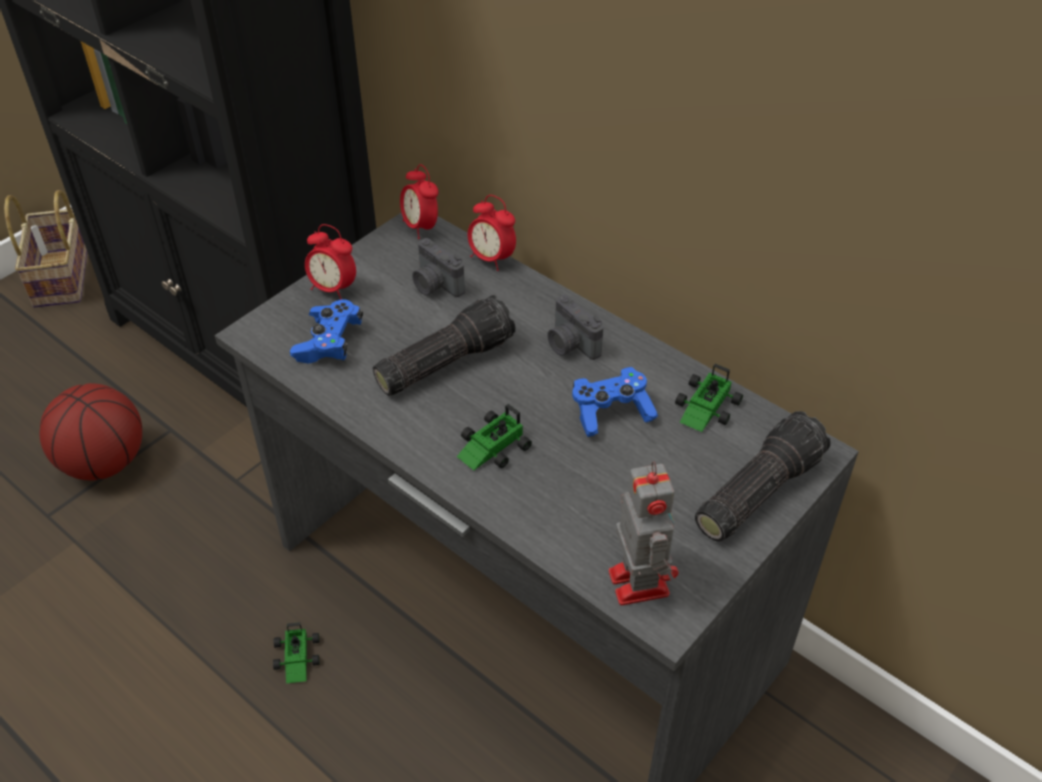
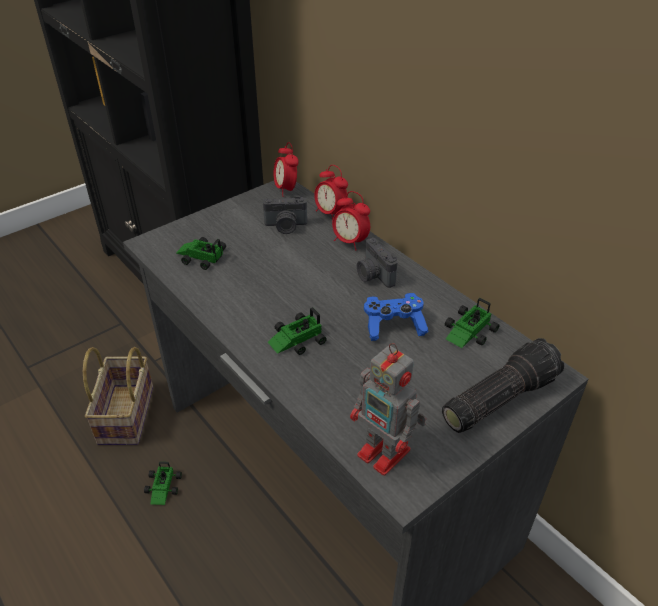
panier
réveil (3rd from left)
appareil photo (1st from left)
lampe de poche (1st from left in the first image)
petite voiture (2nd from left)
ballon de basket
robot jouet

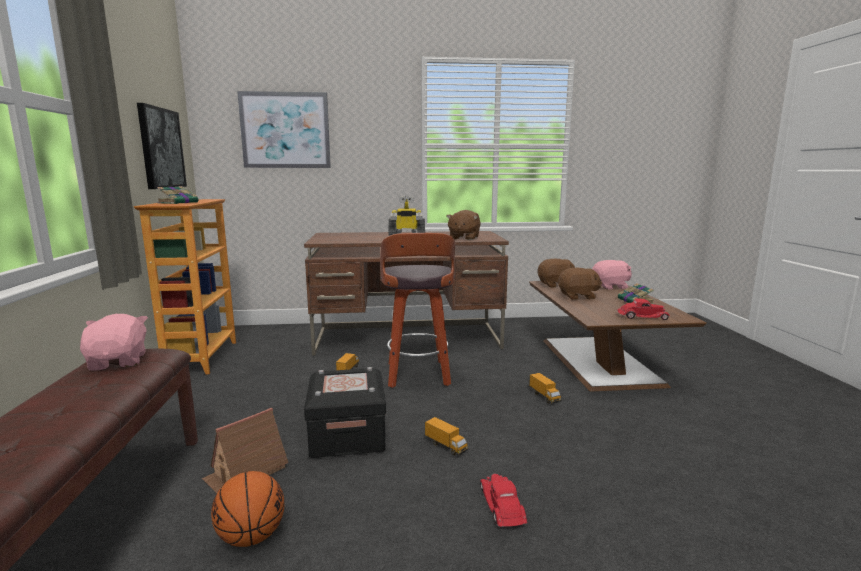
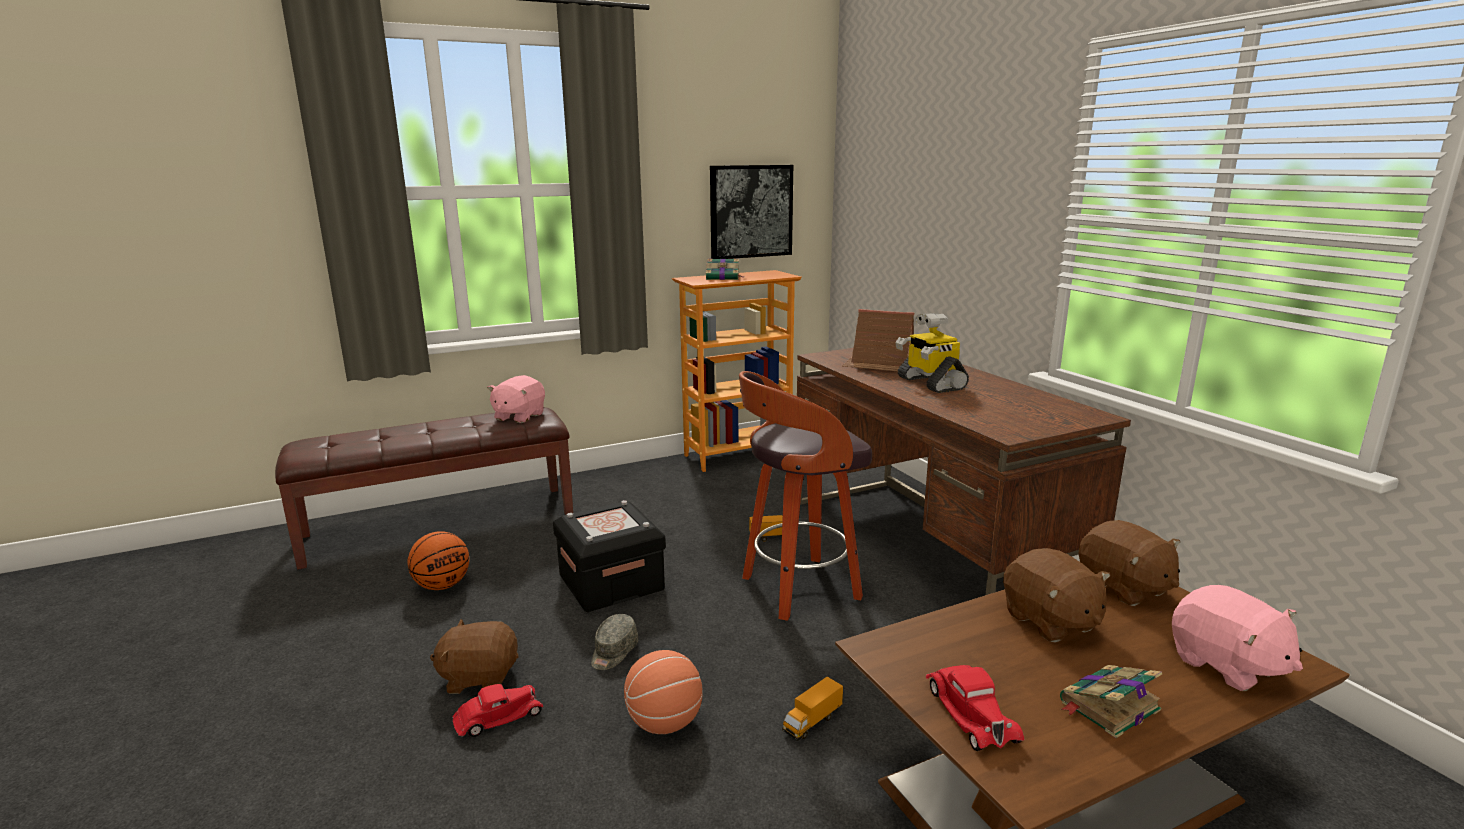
tableau (2nd from left in the first image)
peluche/marron (1st from left)
peluche/rose (1st from left)
maison miniature
casquette/gris
ballon de basket (2nd from left)

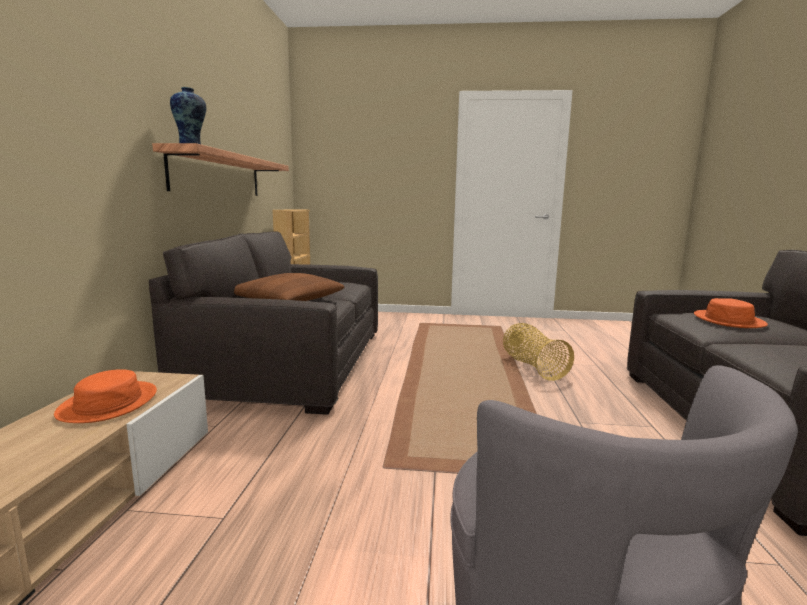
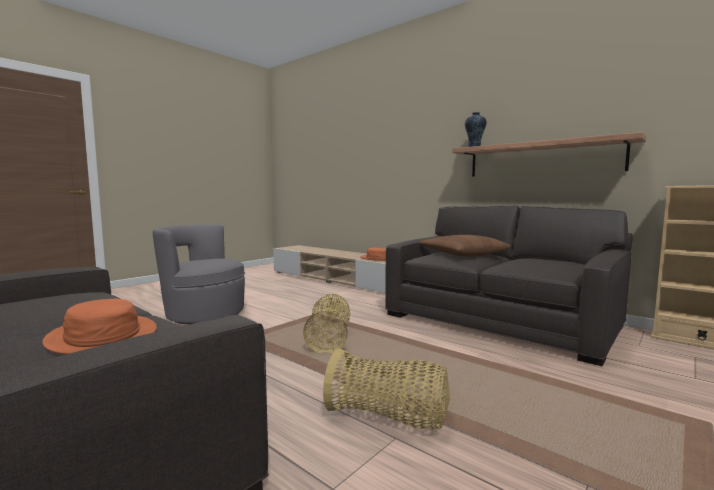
panier (1st from left)

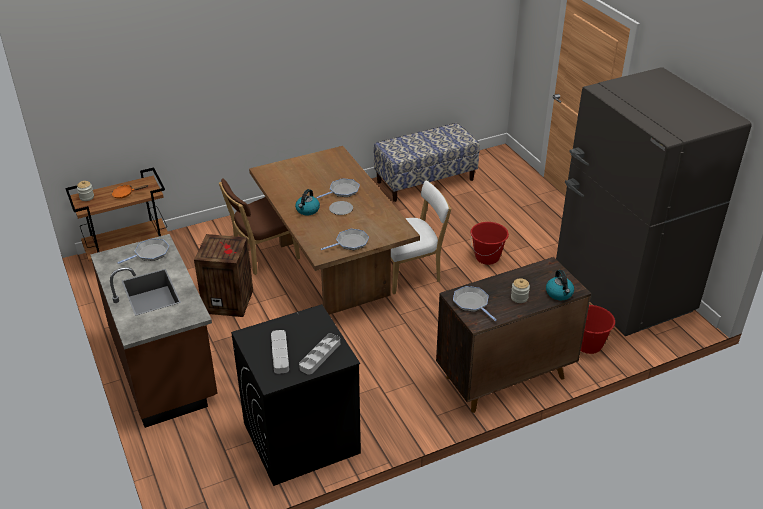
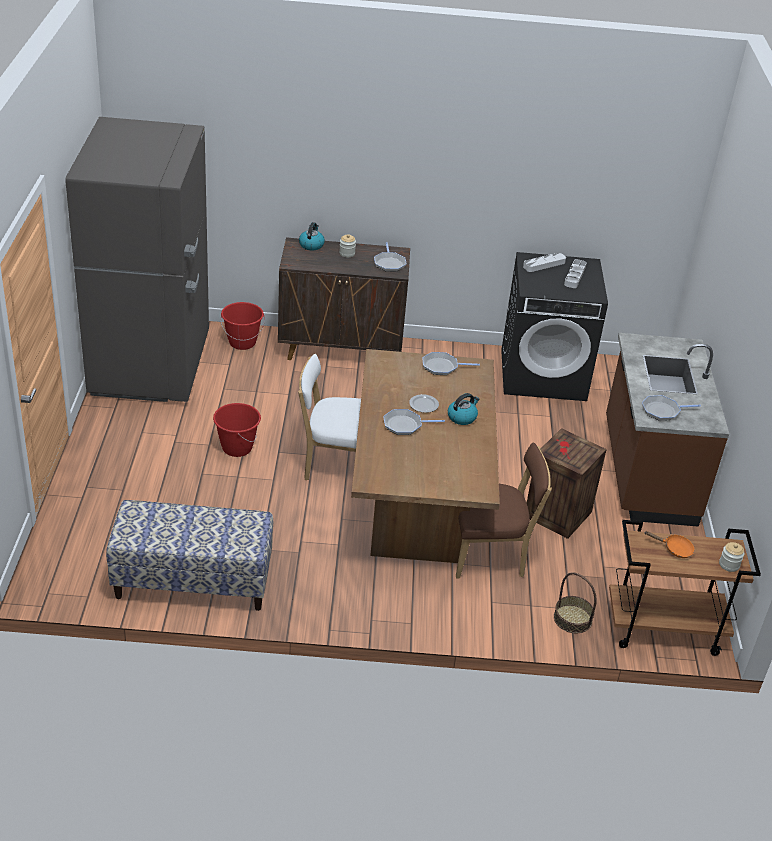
panier

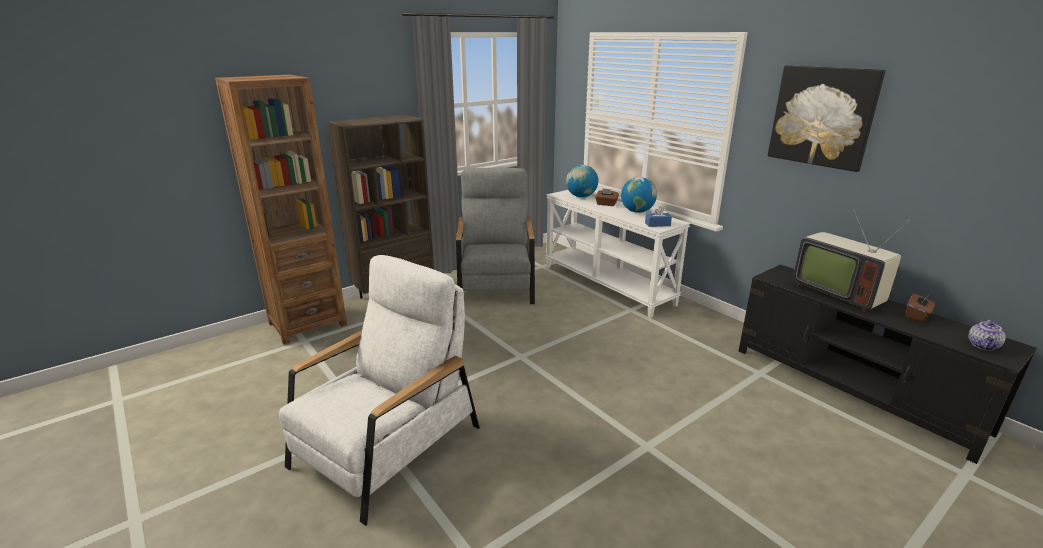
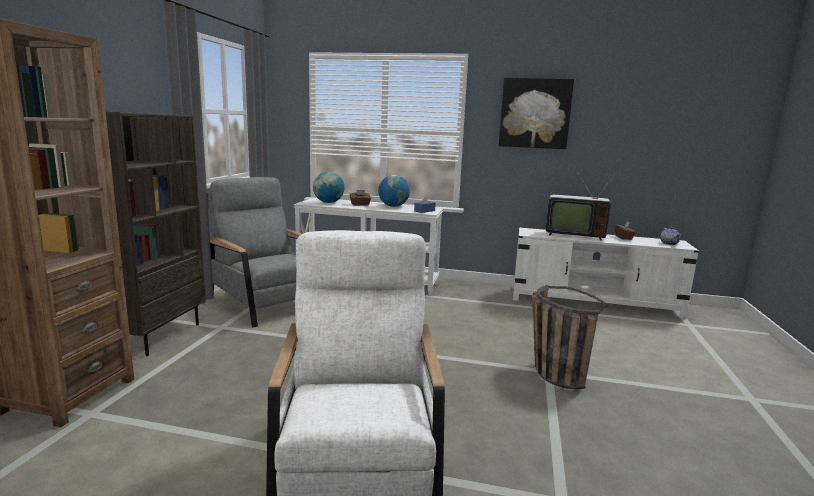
meuble télé/blanc
panier

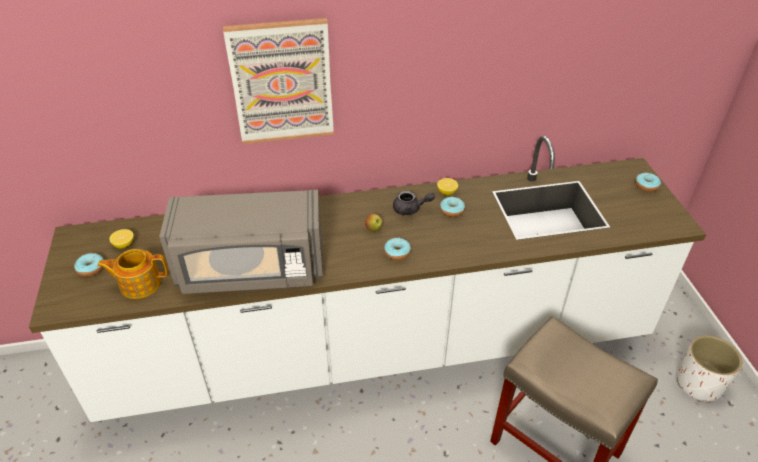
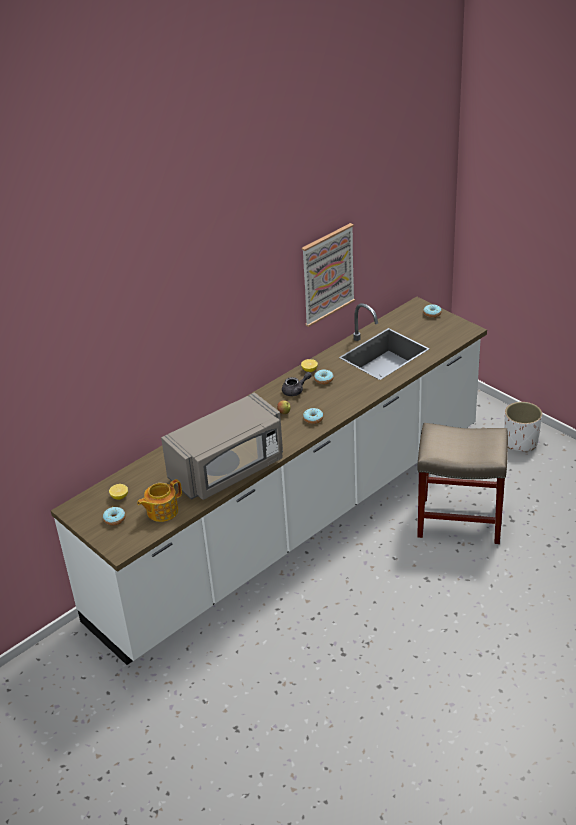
tableau

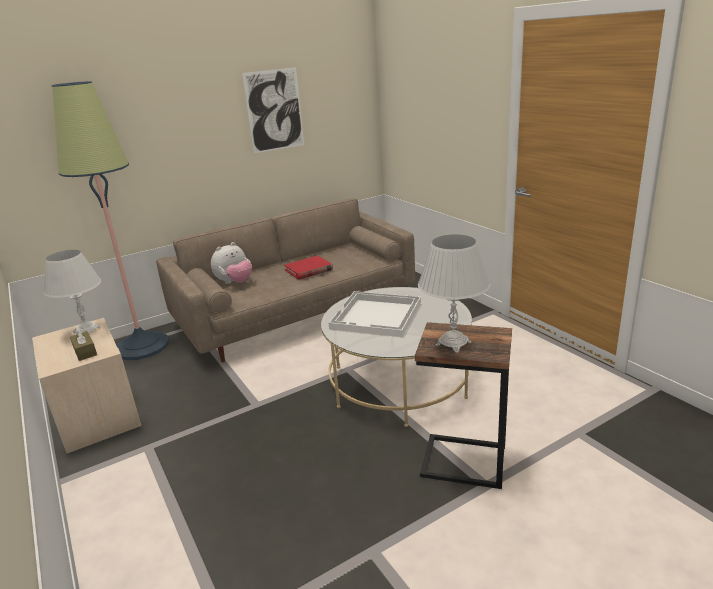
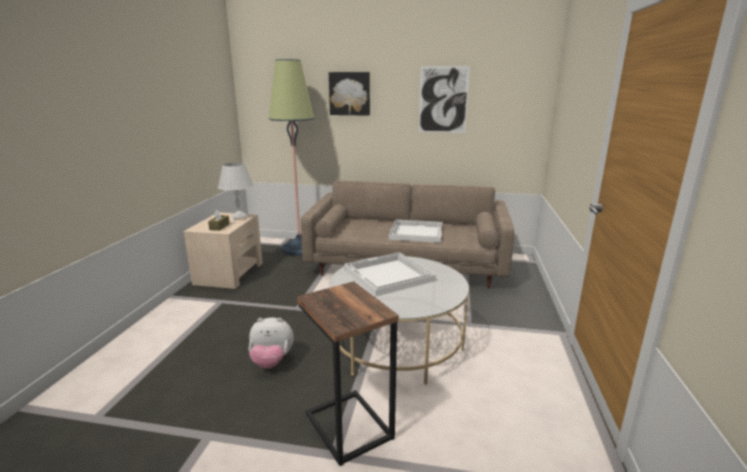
lampe de table/blanc (2nd from left in the first image)
peluche
plateau/blanc (2nd from left)
tableau (1st from left)

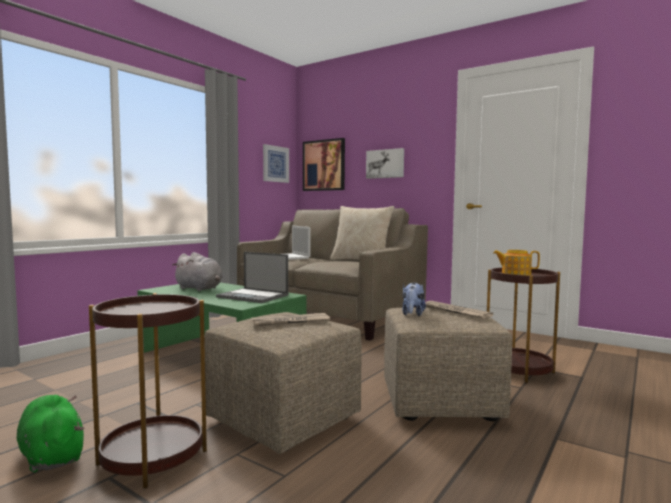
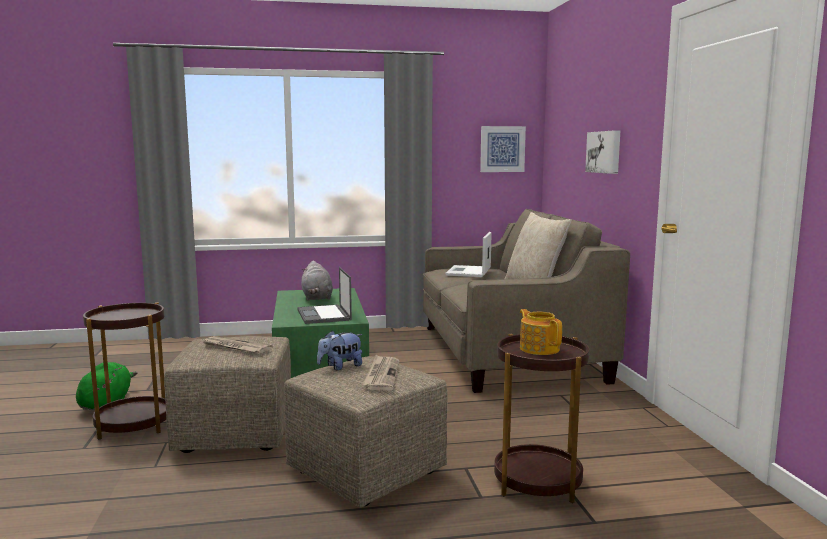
tableau (2nd from left in the first image)

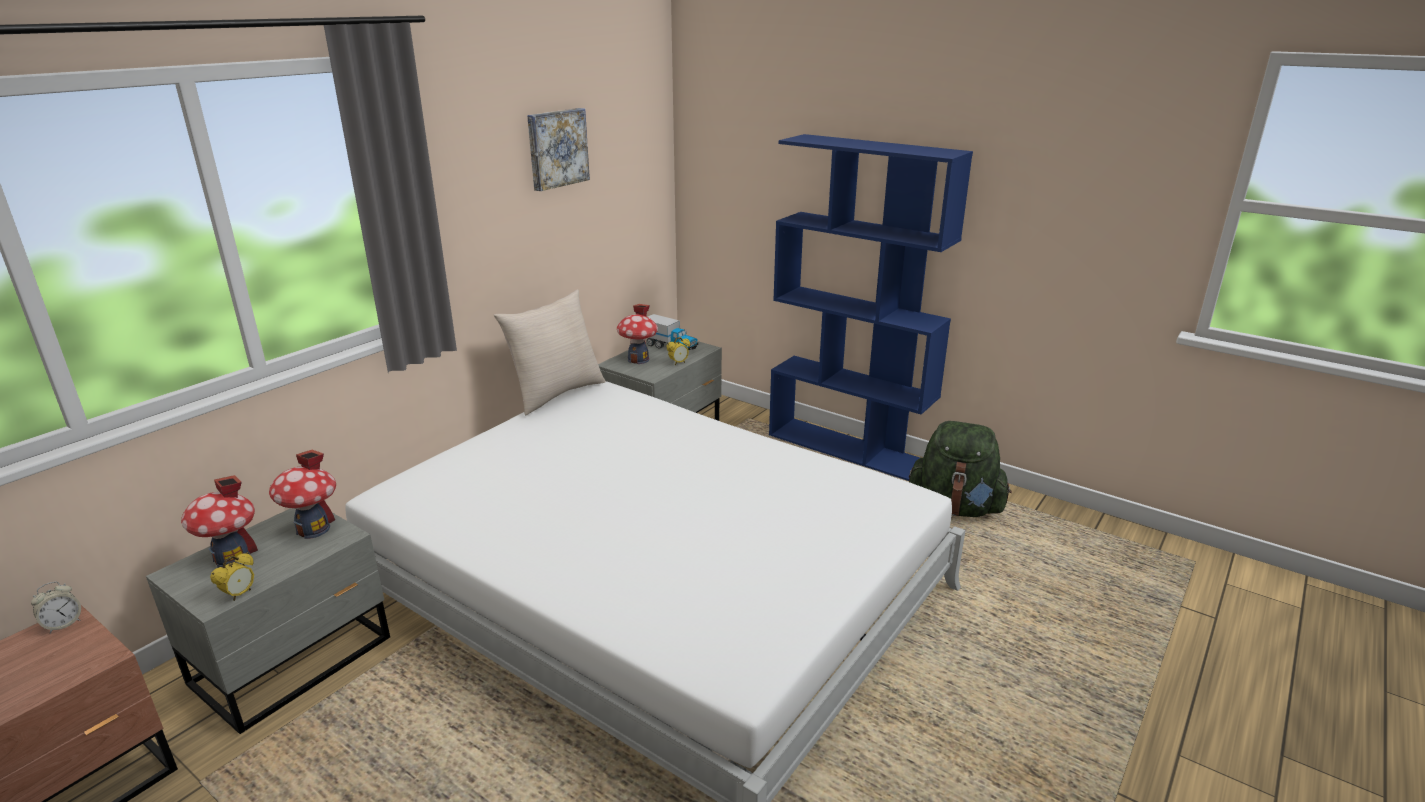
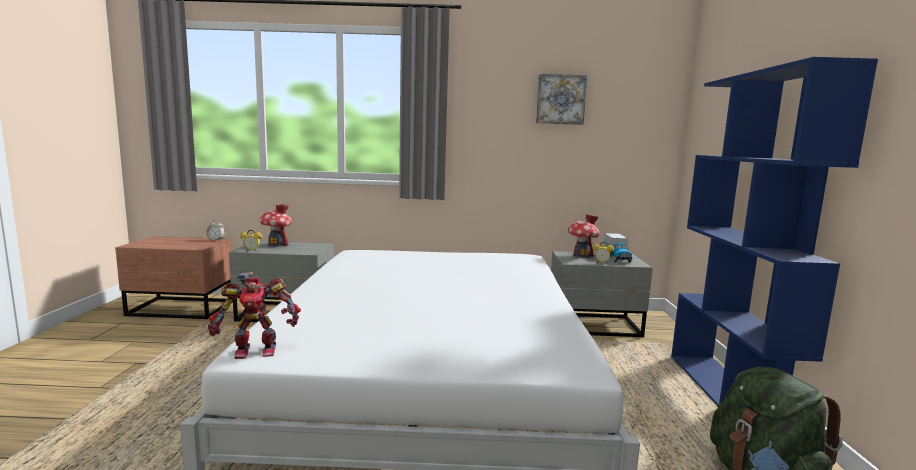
coussin/beige
maison miniature (2nd from left in the first image)
robot jouet

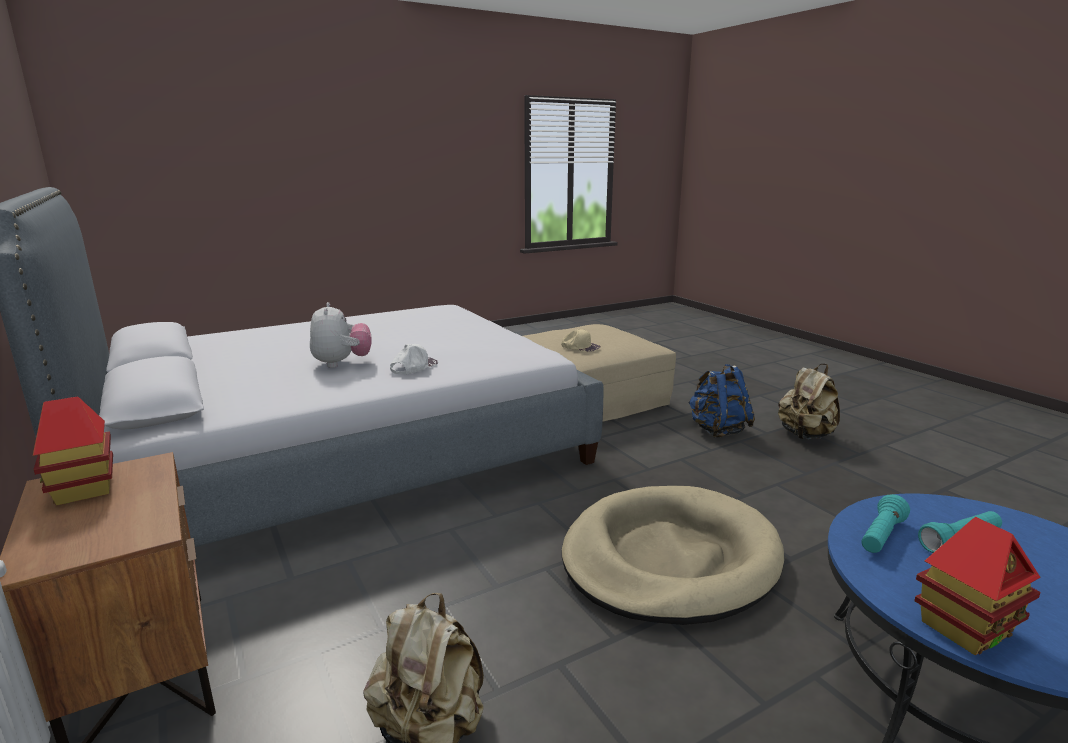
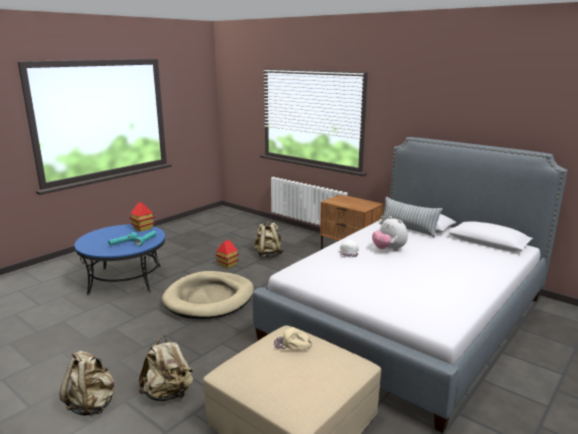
sac à dos/beige (2nd from left)
maison miniature (2nd from left)
coussin

